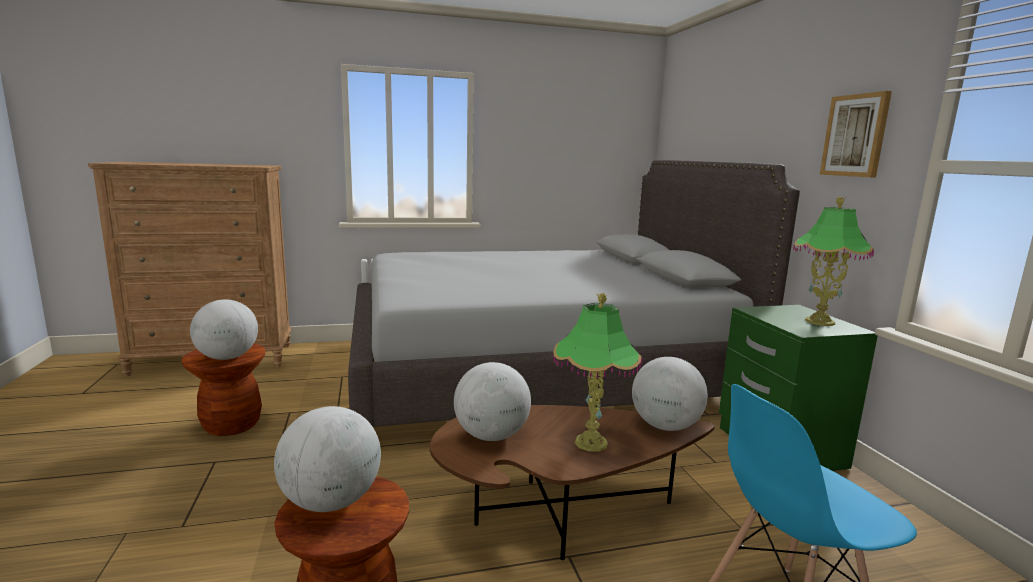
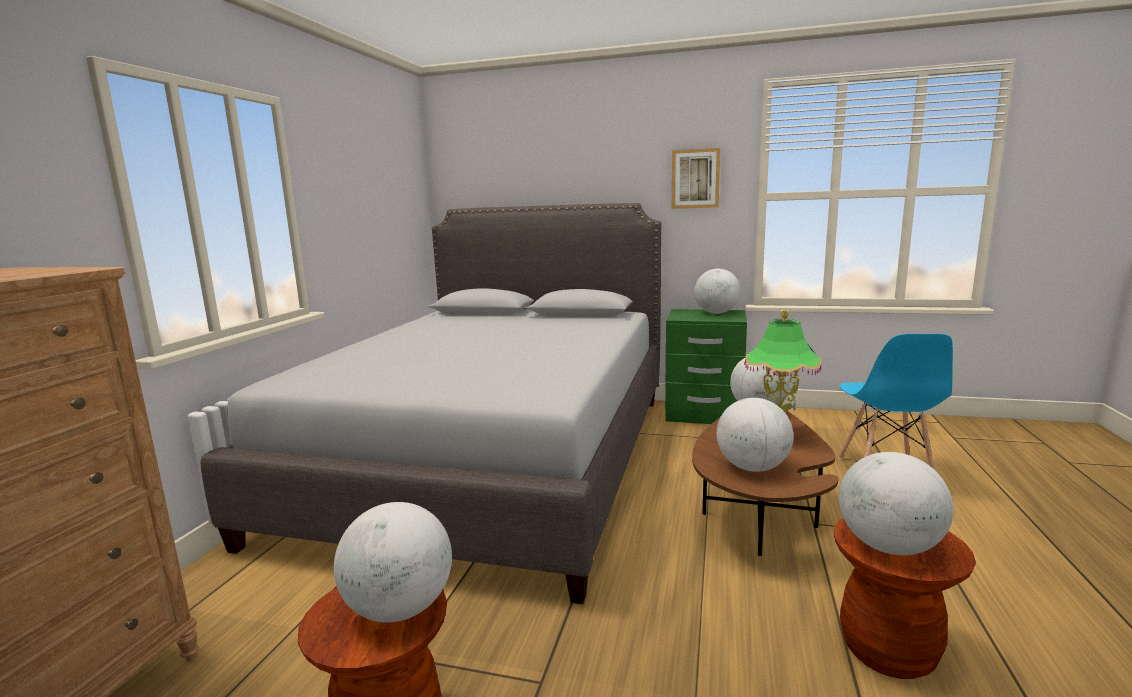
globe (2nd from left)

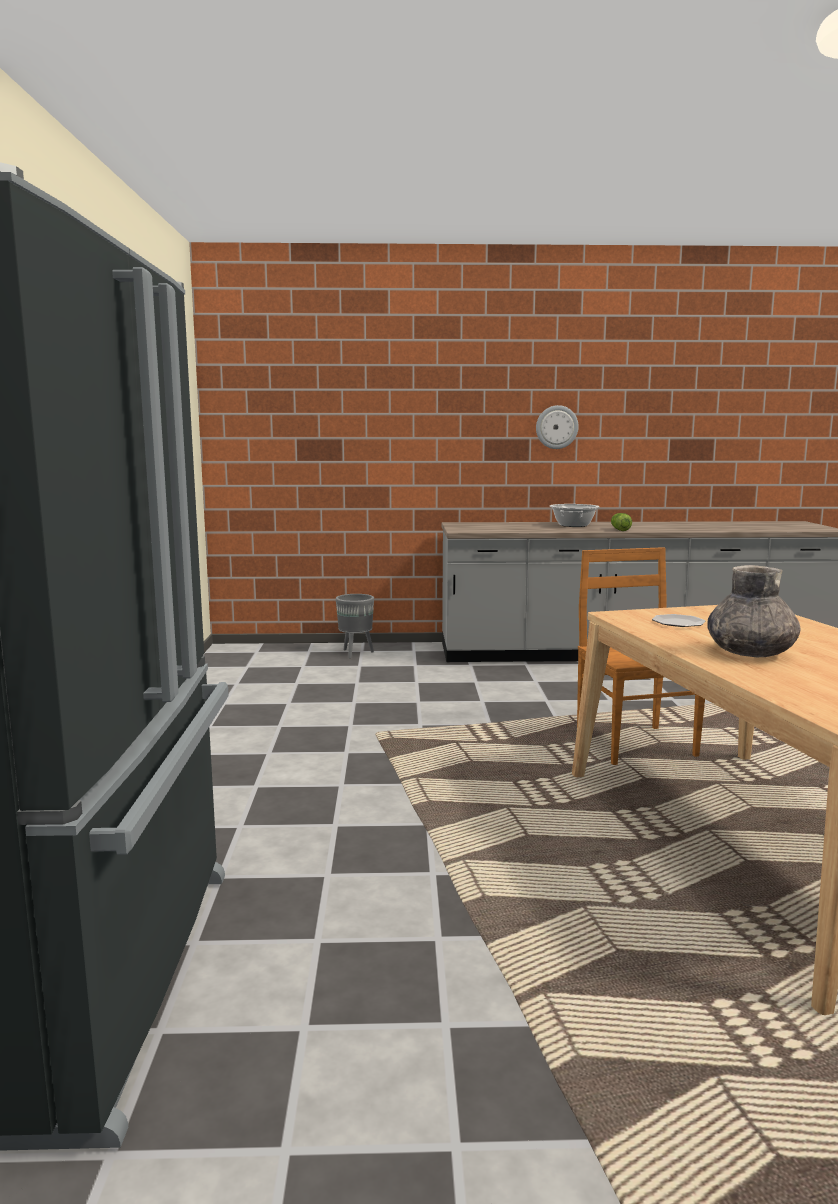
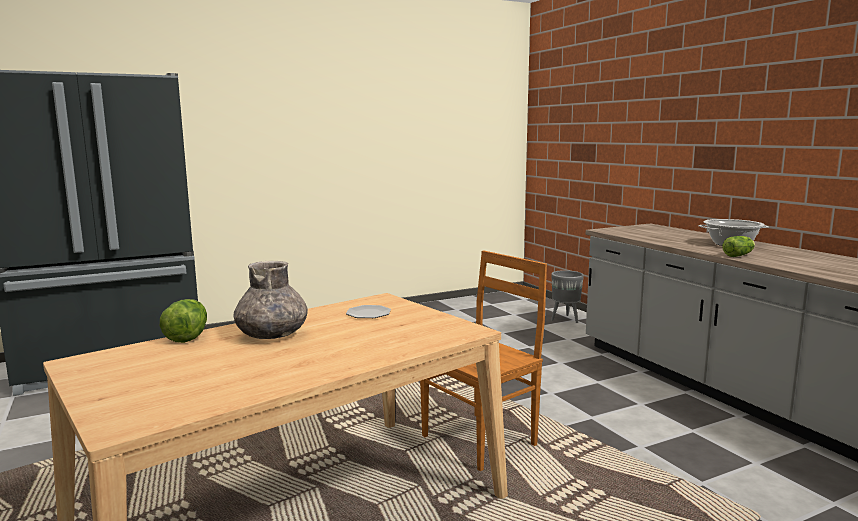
horloge murale
laitue (1st from left)

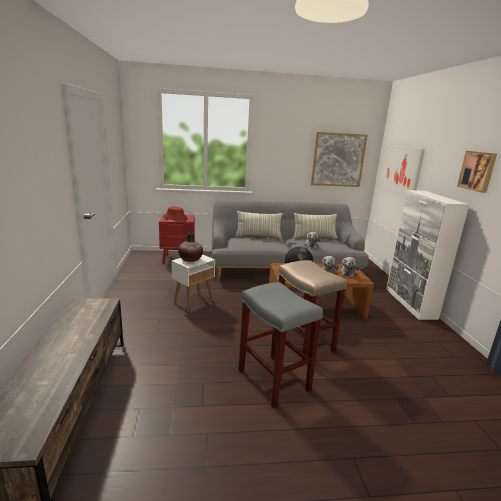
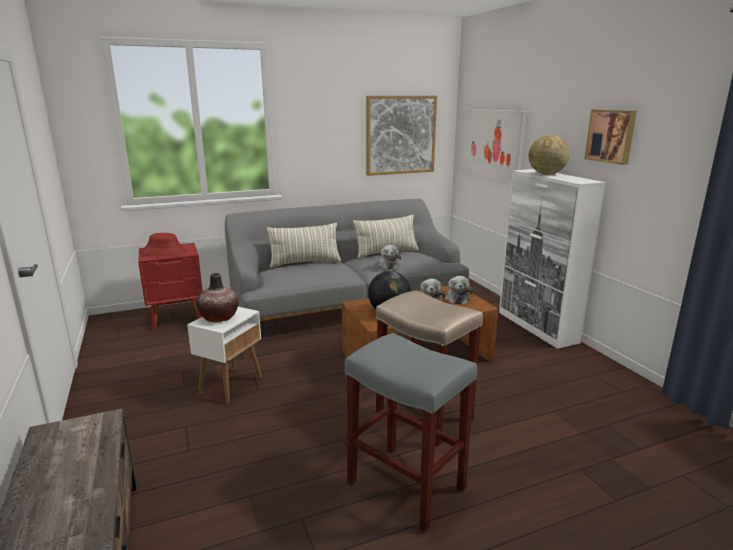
globe (2nd from left)

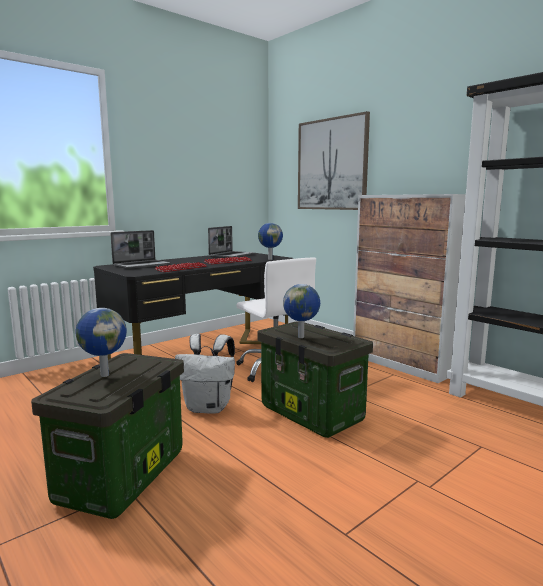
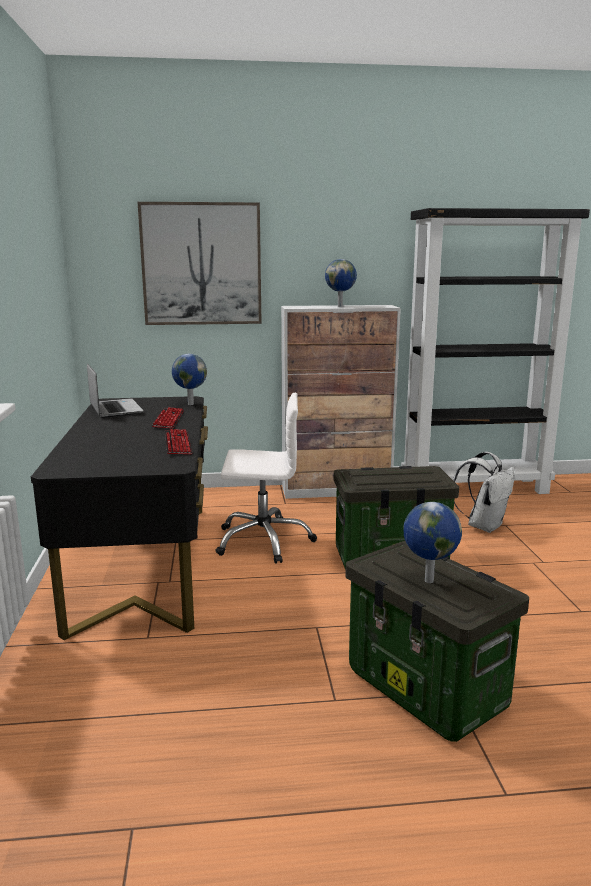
ordinateur portable (1st from left in the first image)
globe (2nd from left)
sac à dos/blanc

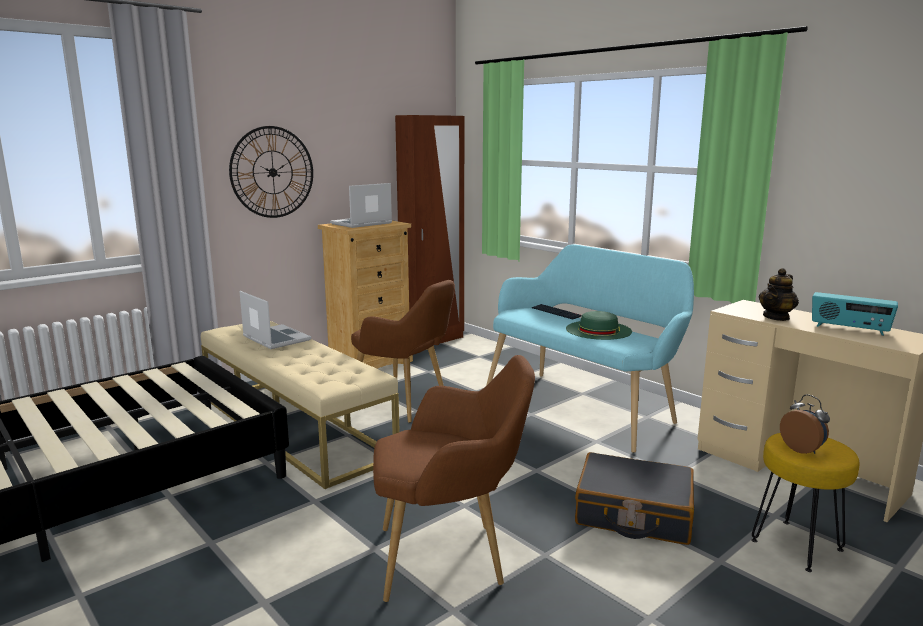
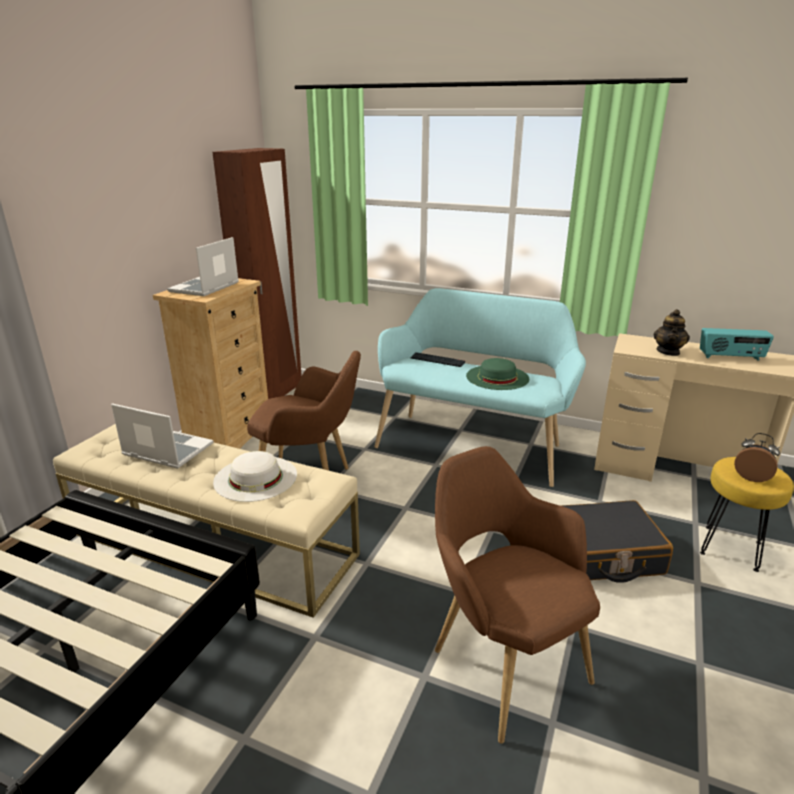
horloge murale
fauteuil/marron (2nd from left)
chapeau/blanc

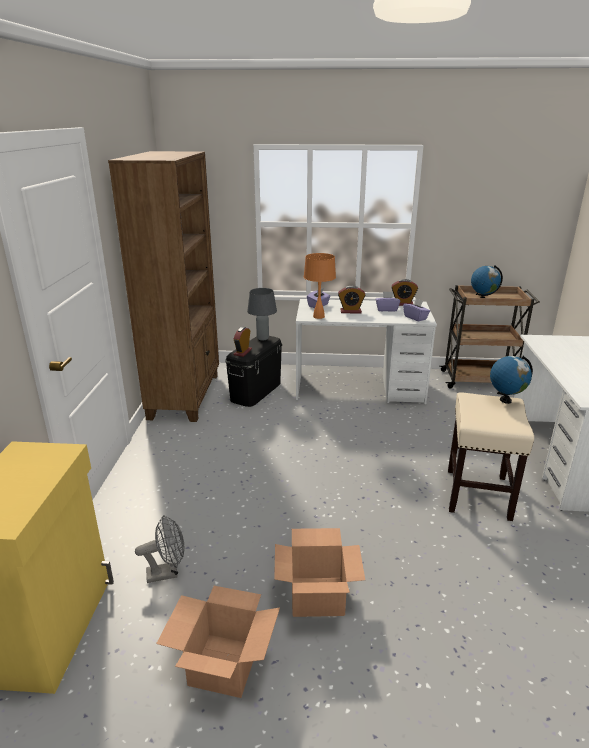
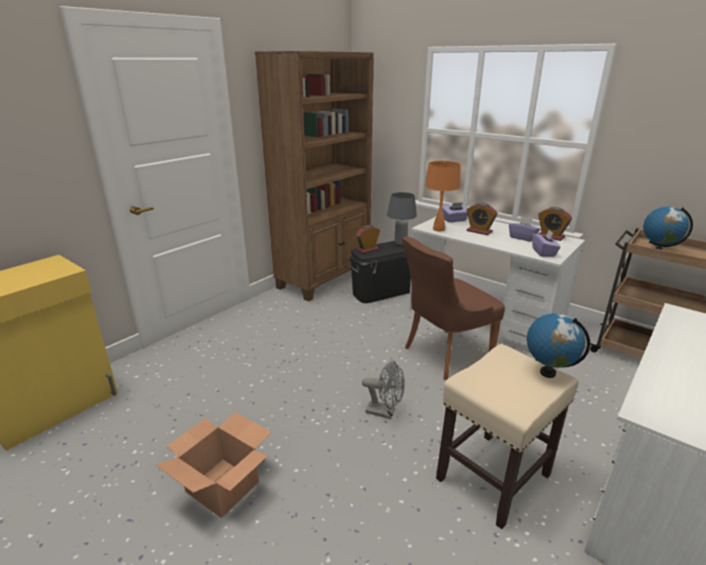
ventilateur/gris
carton (1st from left in the first image)
chaise/marron

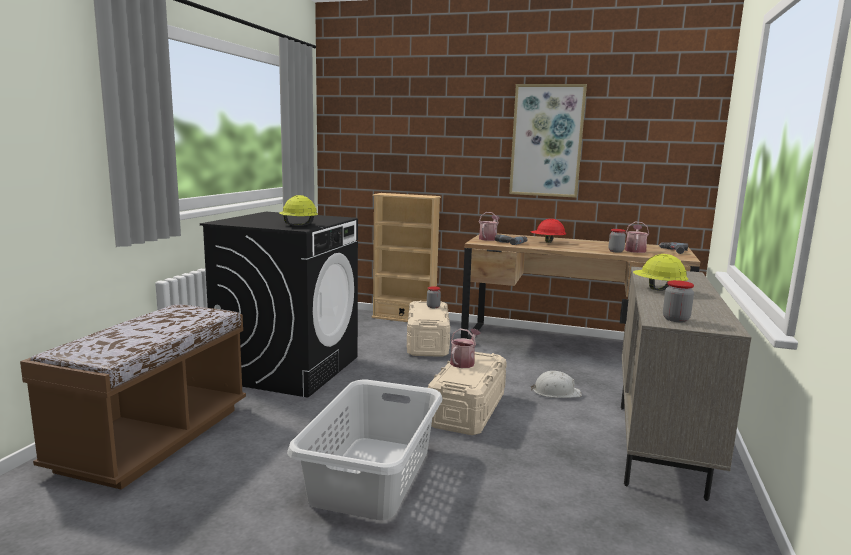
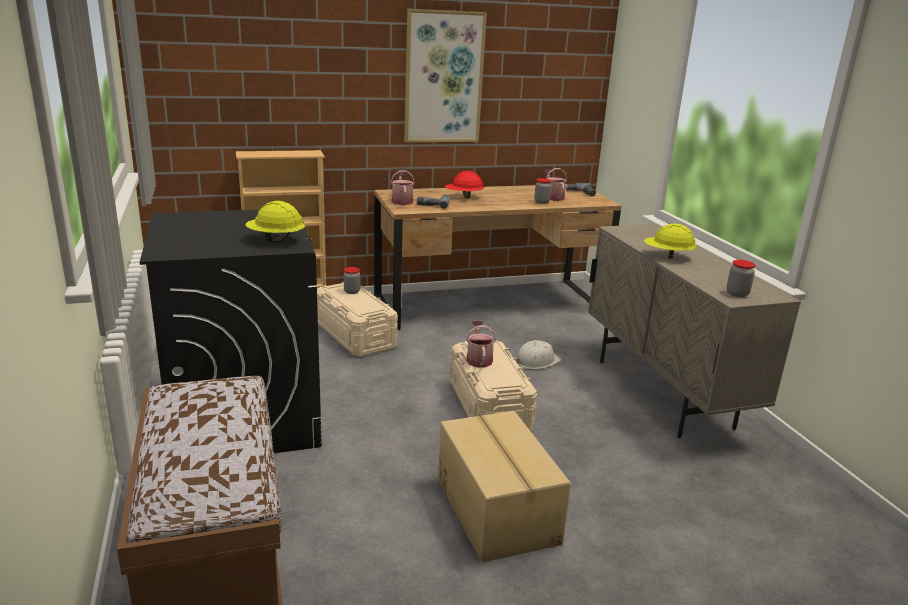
carton

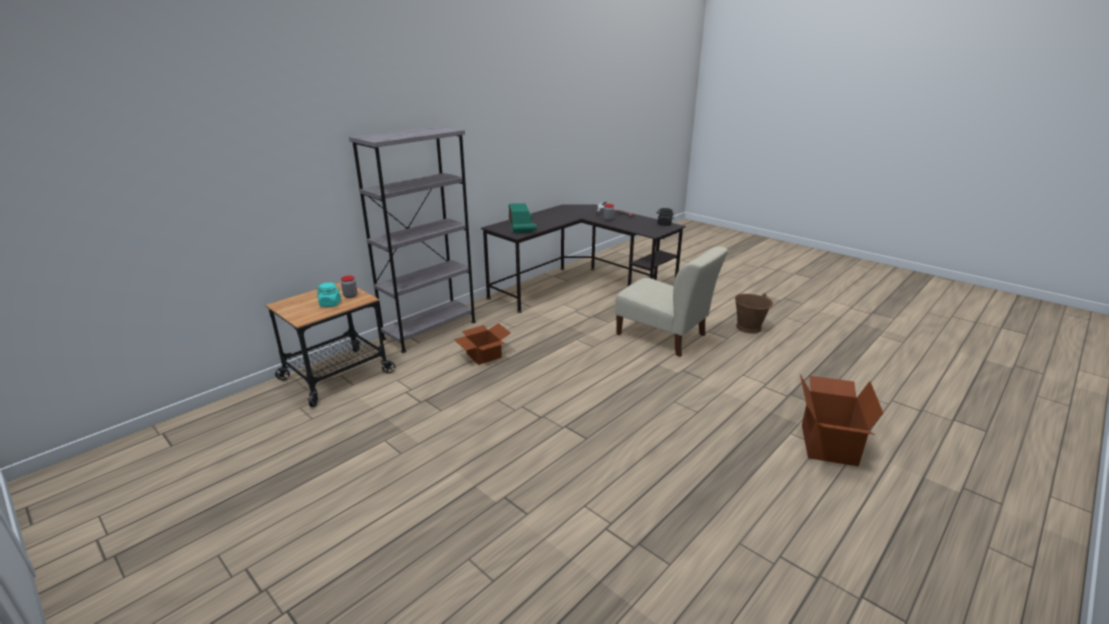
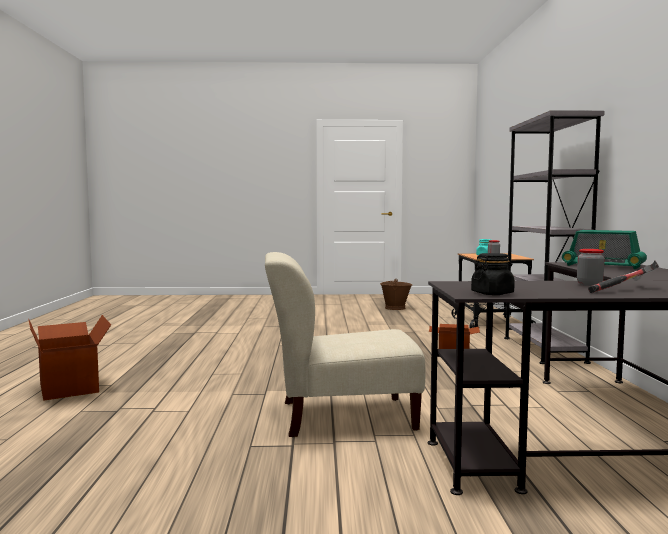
seau/marron

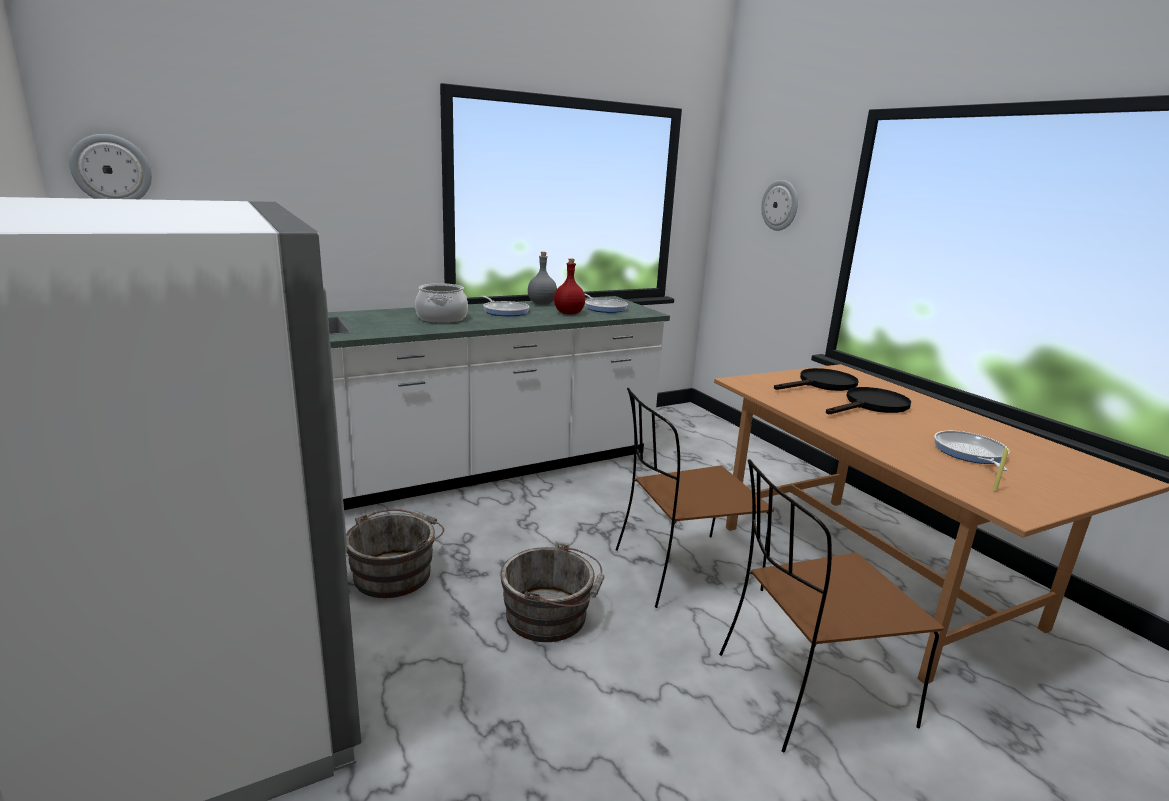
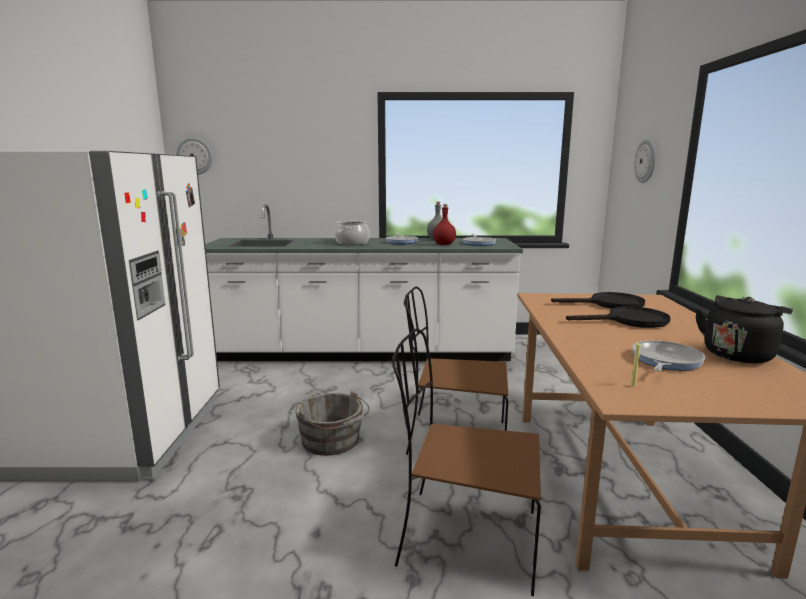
seau/gris (1st from left in the first image)
bouilloire/noir

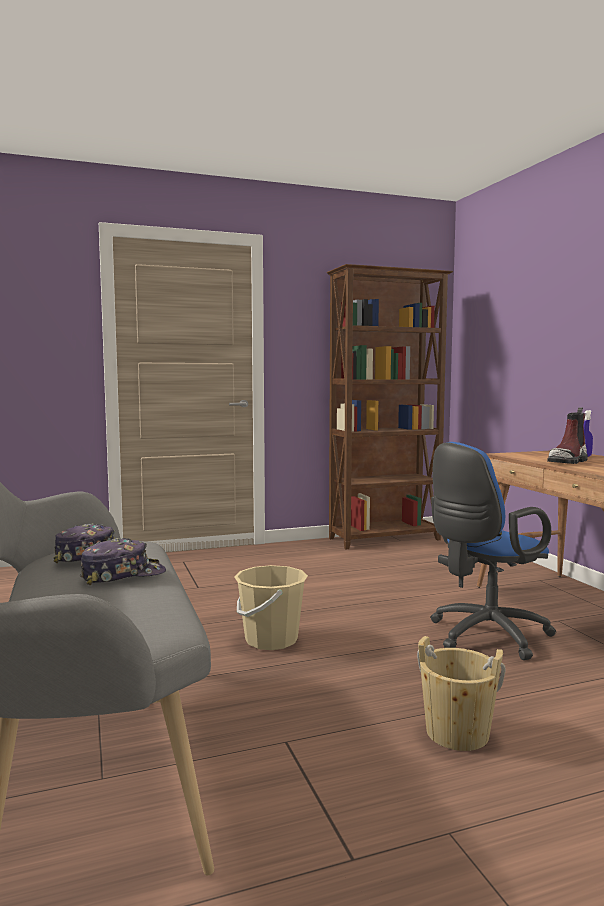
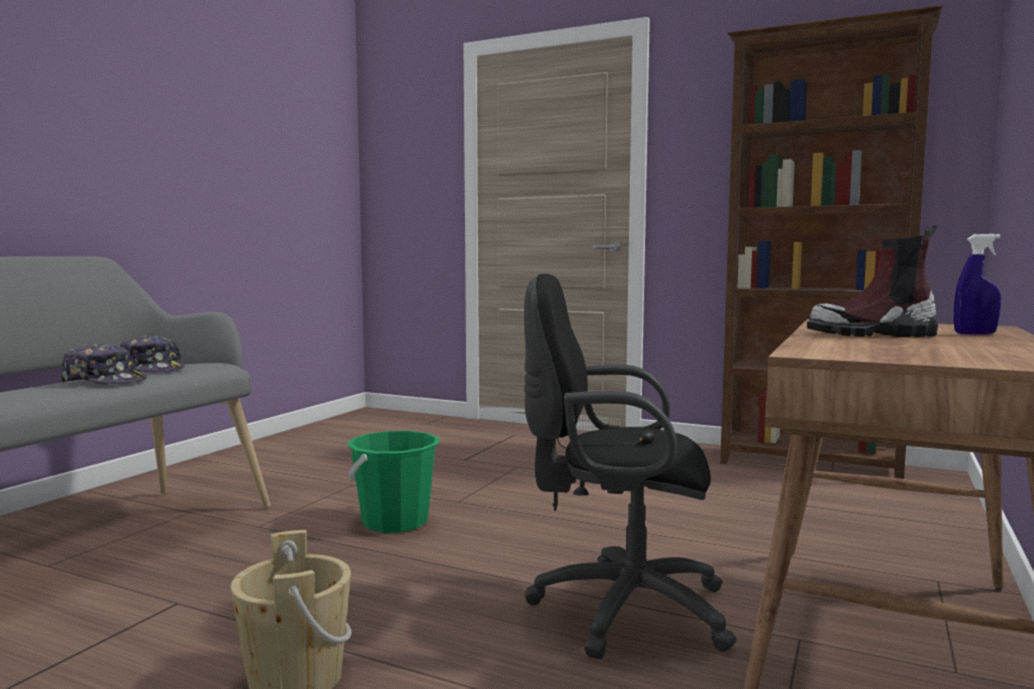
chaise de bureau/noir
seau/vert

